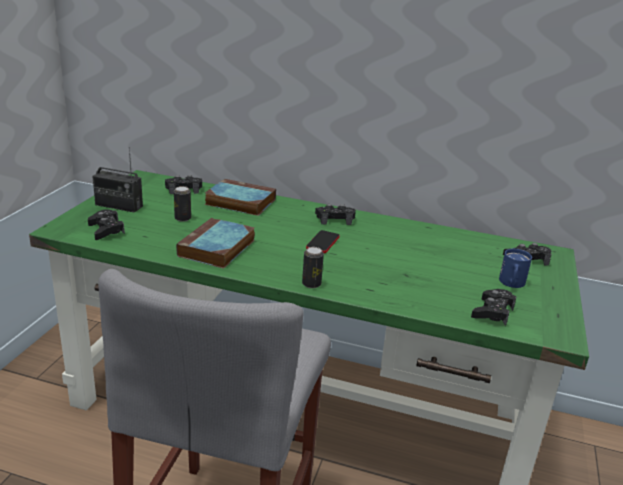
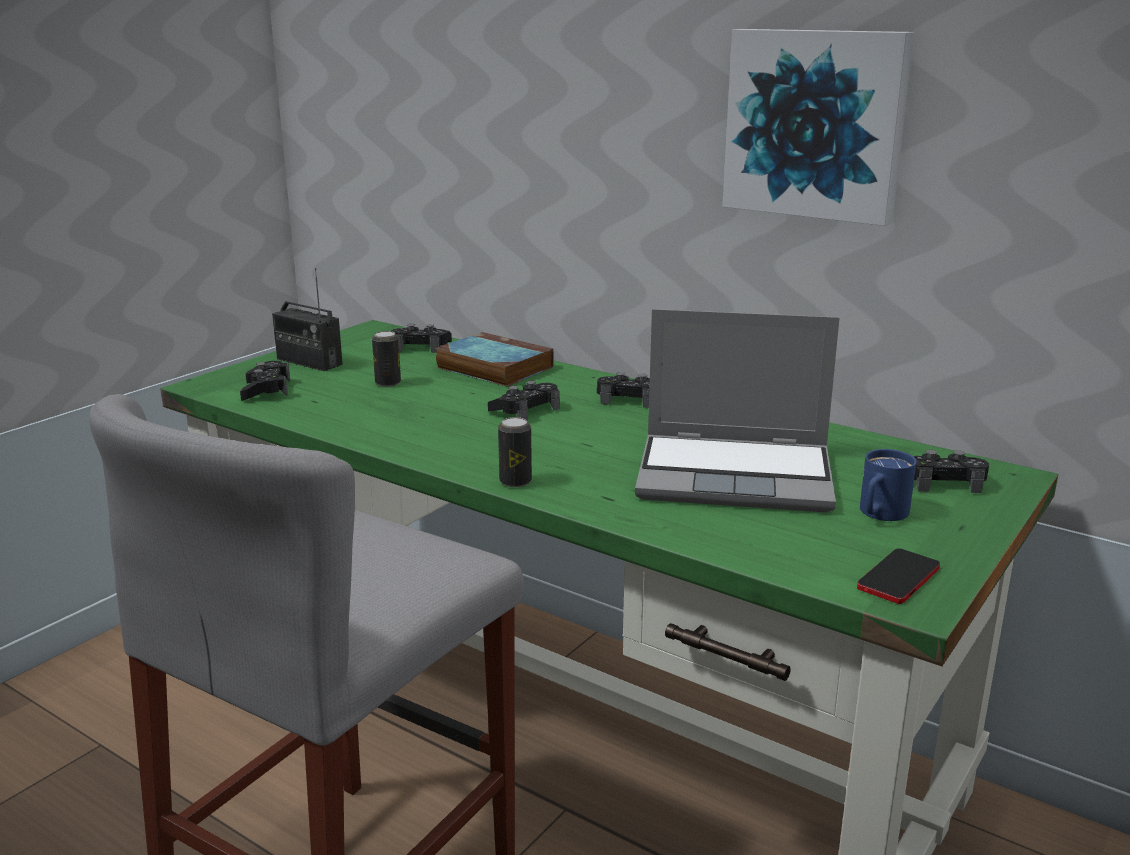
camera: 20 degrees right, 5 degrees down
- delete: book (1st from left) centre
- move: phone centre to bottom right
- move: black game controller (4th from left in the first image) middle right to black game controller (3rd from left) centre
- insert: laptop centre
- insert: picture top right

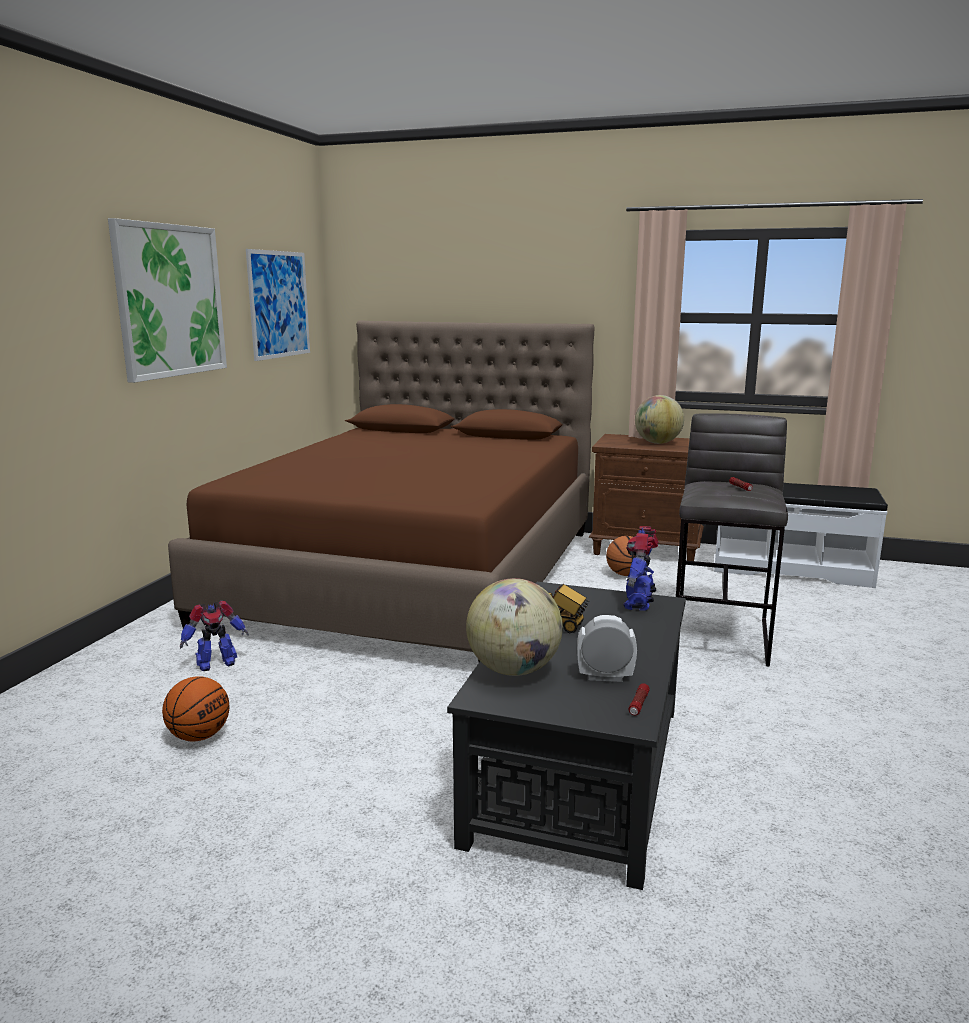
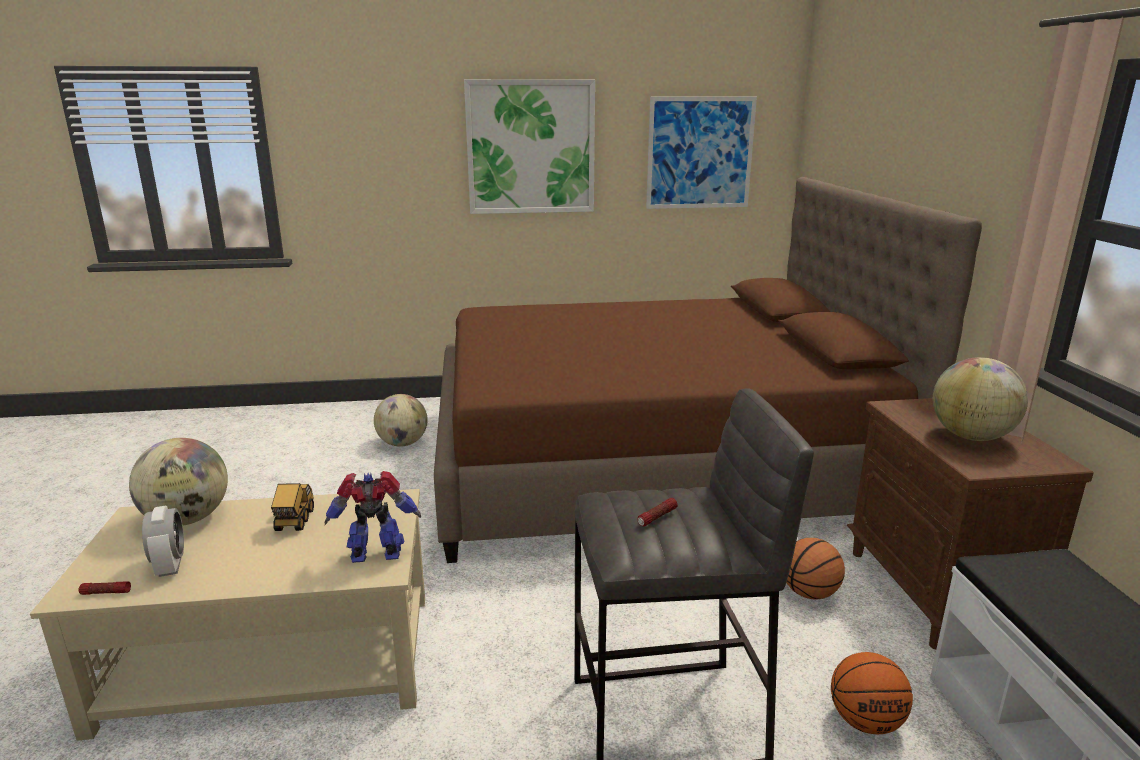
camera: 65 degrees right, 5 degrees up
- move: basketball (1st from left in the first image) bottom left to basketball (2nd from left) bottom right
- replace: toy robot (1st from left) middle left to globe (2nd from left) centre
- recolor: black coffee table bottom centre to beige coffee table bottom left

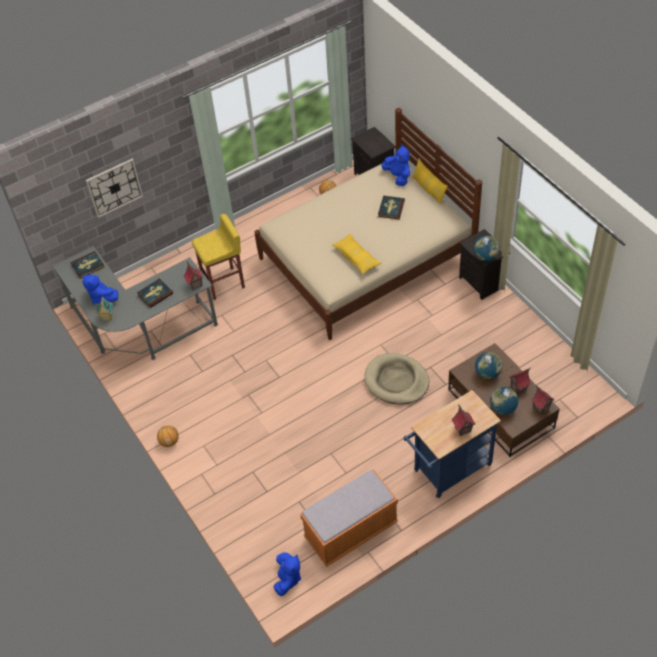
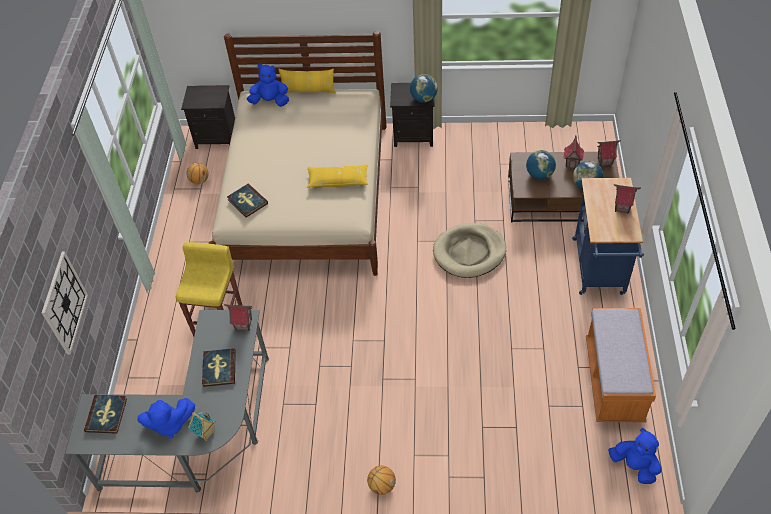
camera: 55 degrees left, 0 degrees up
- move: book (3rd from left) top centre to middle left

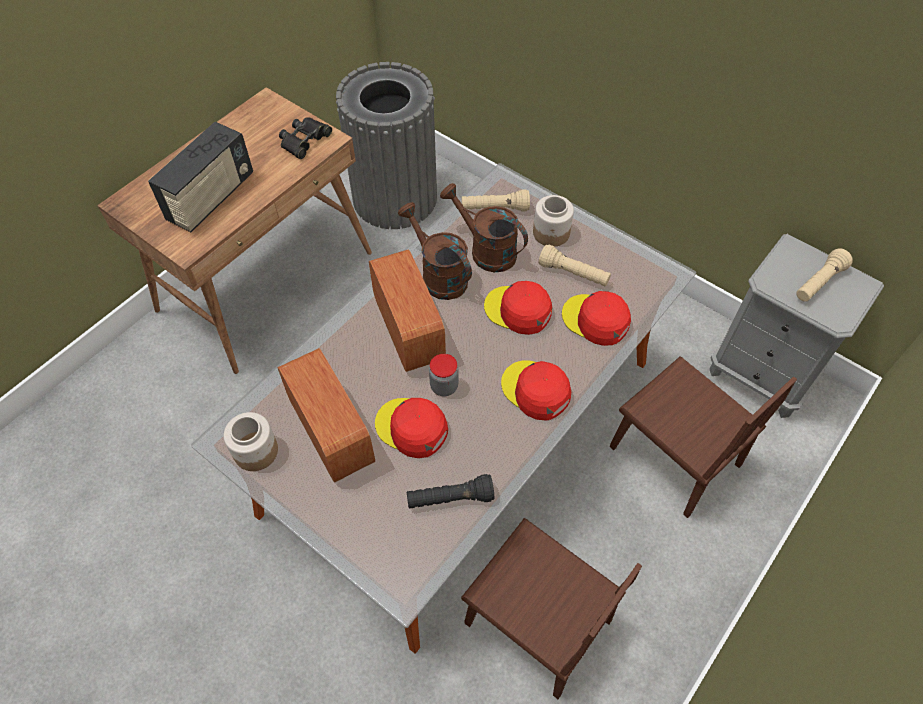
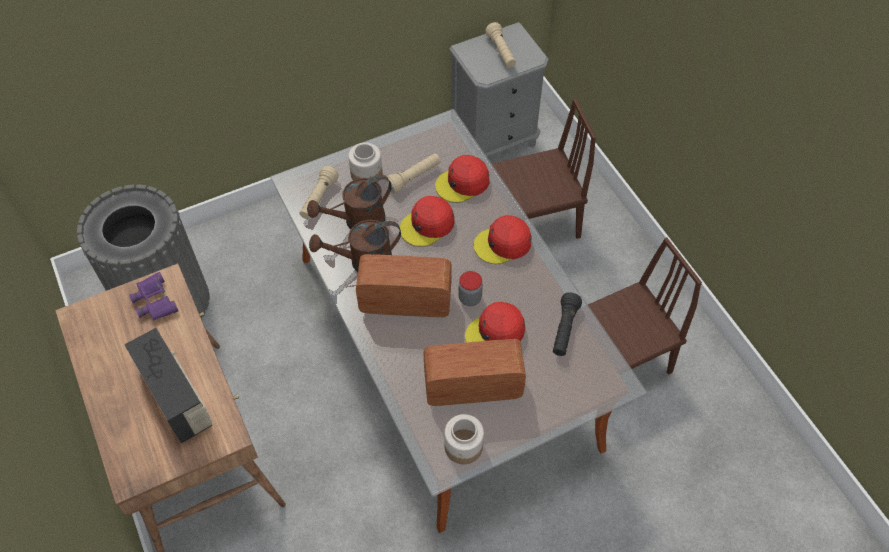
camera: 65 degrees left, 0 degrees up
- recolor: black binoculars top left to purple binoculars middle left

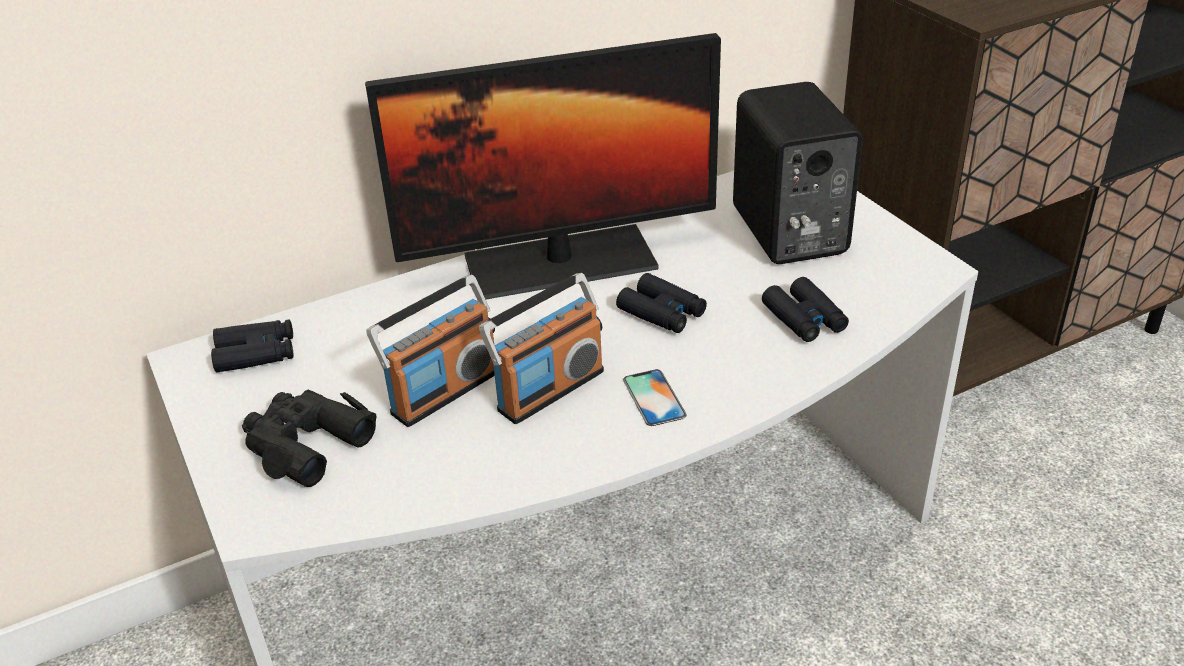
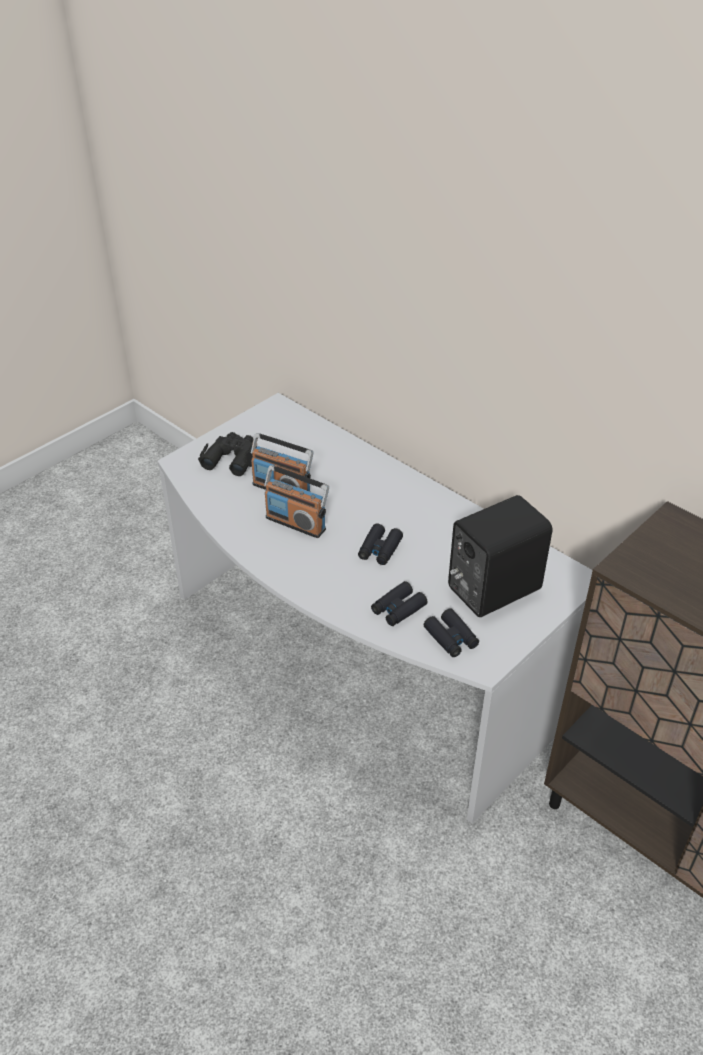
camera: 70 degrees right, 5 degrees up
- move: black binoculars (1st from left in the first image) middle left to black binoculars (4th from left) centre
- delete: monitor top centre
- delete: phone centre

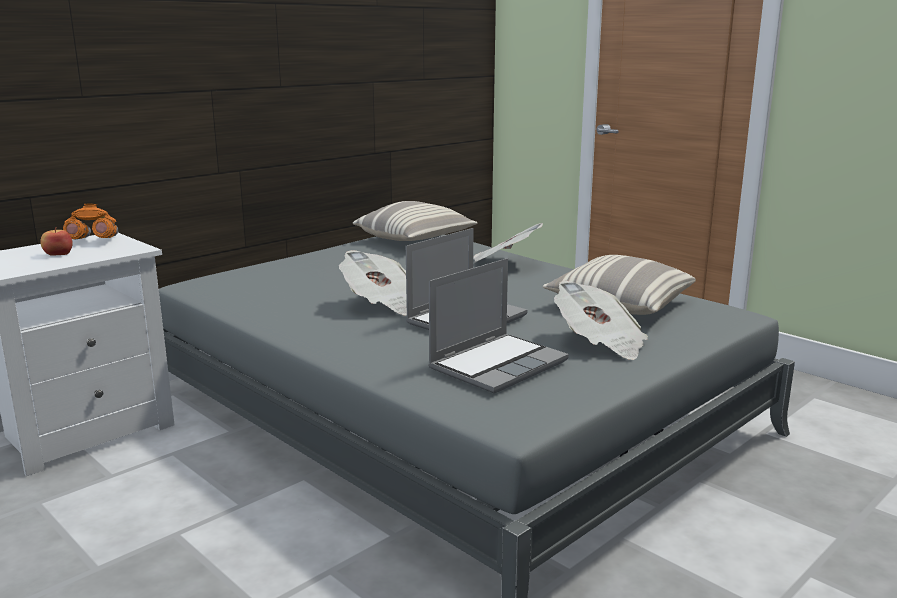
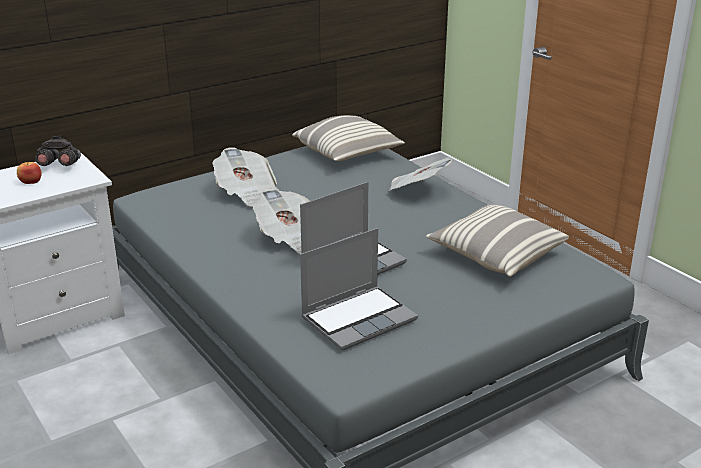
camera: 10 degrees right, 10 degrees up
- recolor: orange binoculars middle left to grey binoculars top left
- move: newspaper (3rd from left in the first image) middle right to newspaper (1st from left) centre

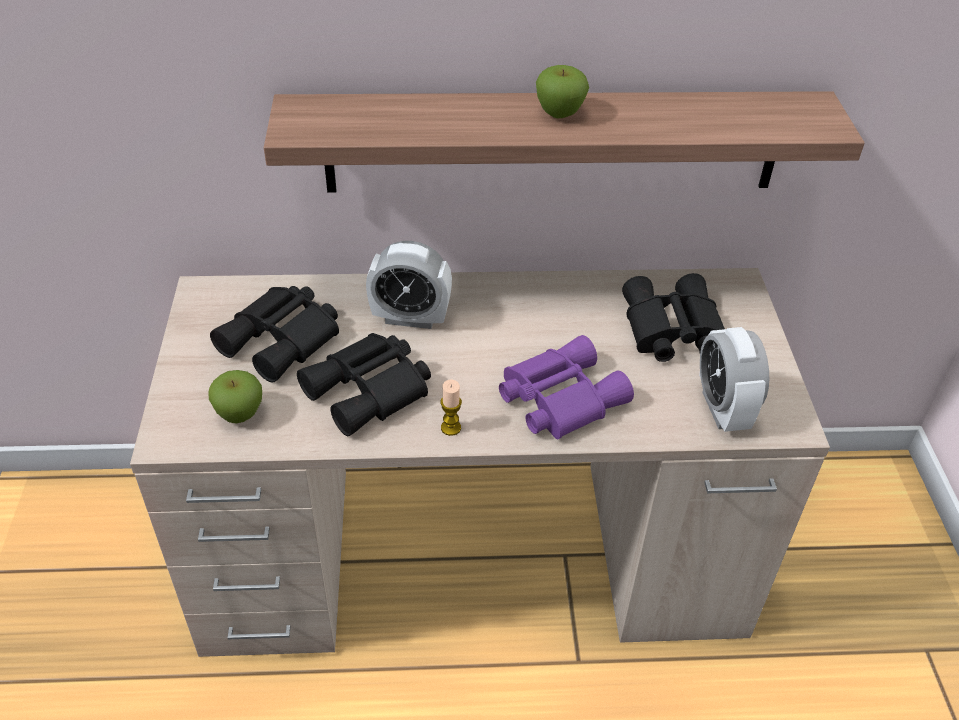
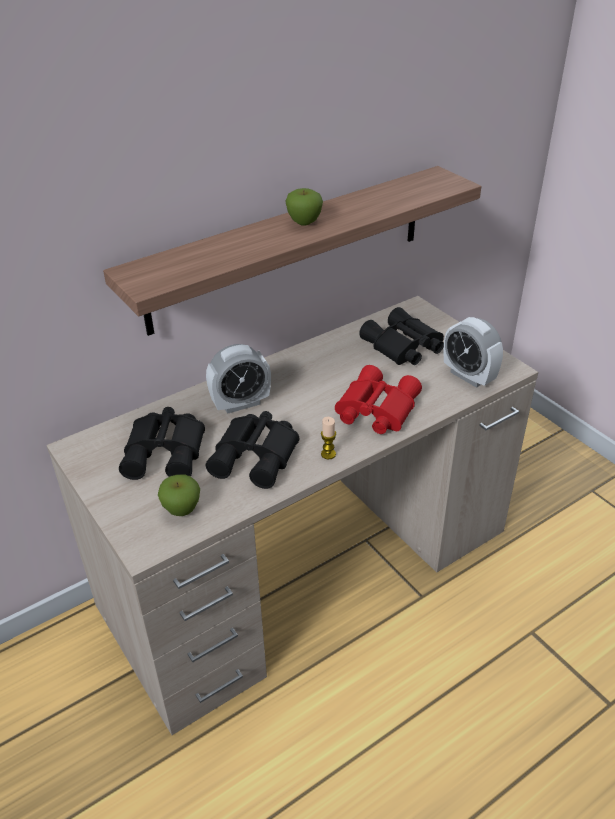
camera: 30 degrees left, 5 degrees down
- recolor: purple binoculars centre to red binoculars centre

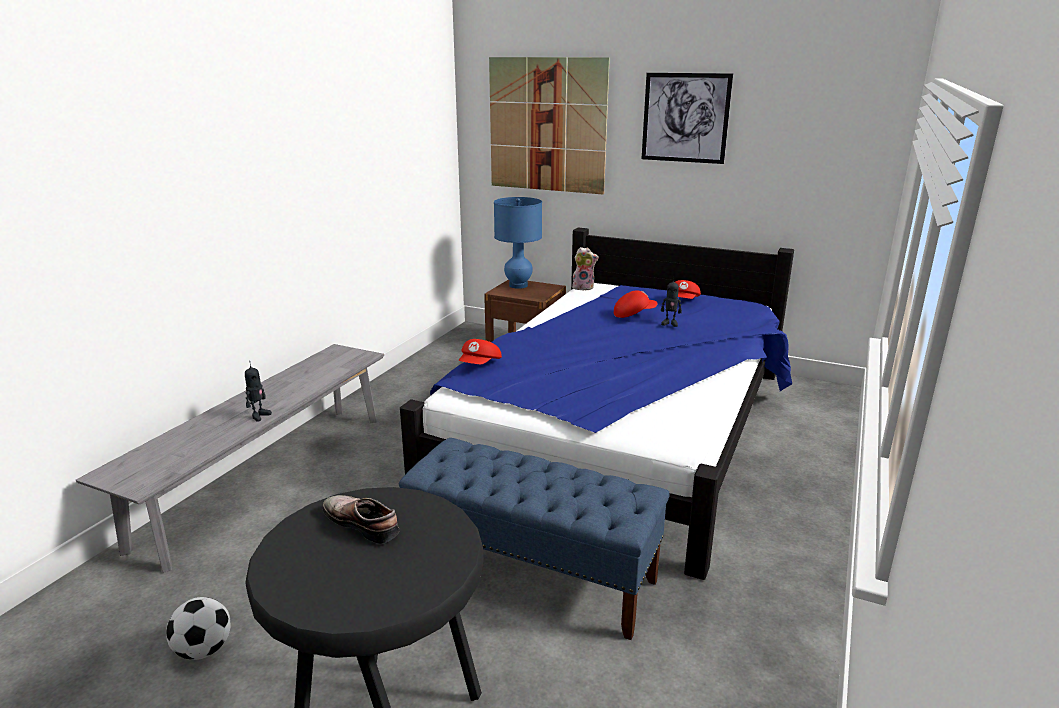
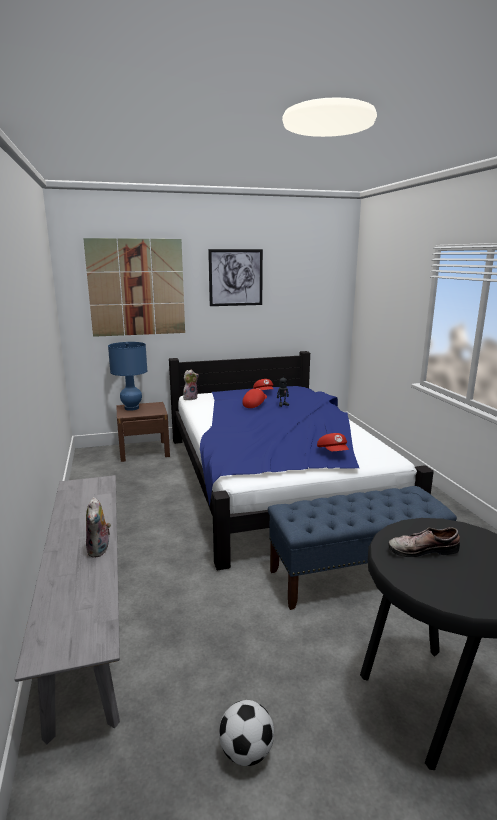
camera: 40 degrees left, 5 degrees down
- replace: toy robot (1st from left) middle left to plush toy (1st from left) middle left
- move: red cap (1st from left in the first image) centre to red cap (3rd from left) middle right

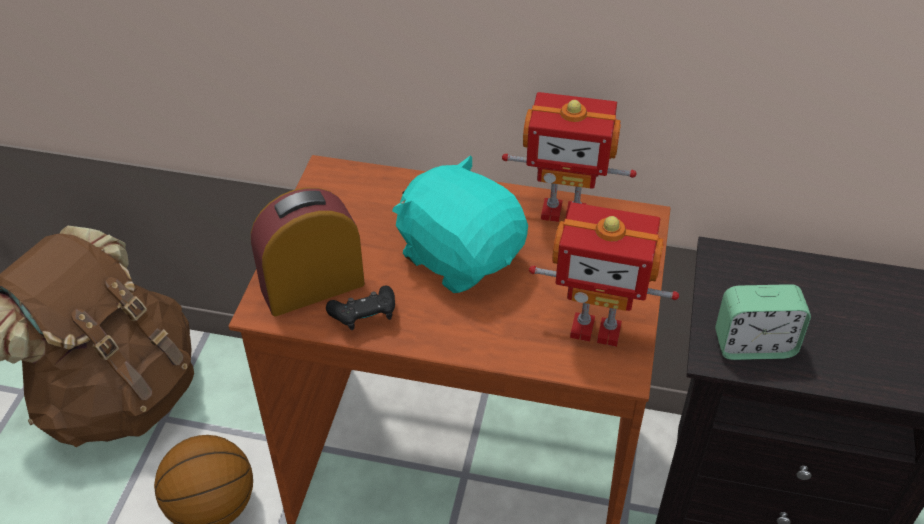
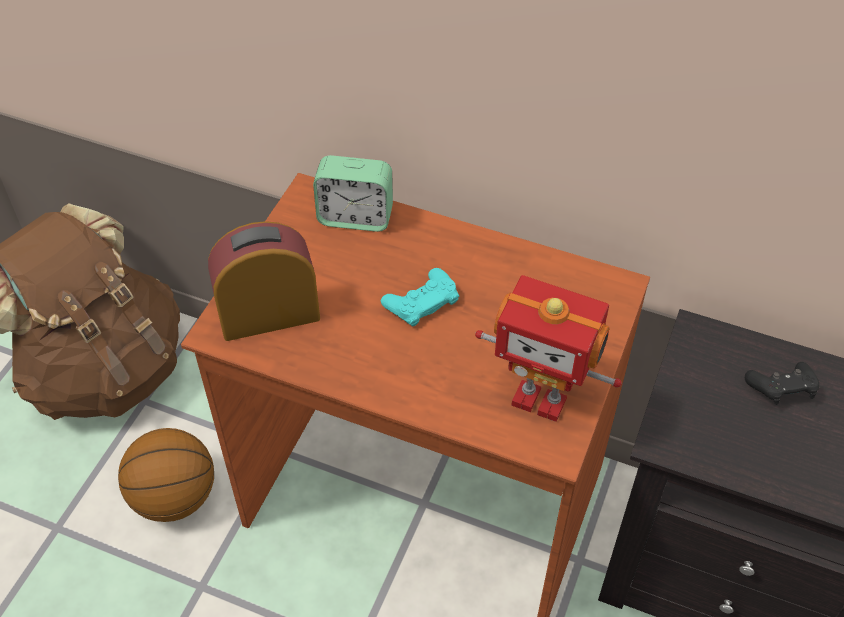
camera: 10 degrees right, 5 degrees up
- move: black game controller centre to middle right
- replace: turquoise plush toy centre to turquoise game controller centre
- delete: toy robot (1st from left) top centre
- move: alarm clock (2nd from left) middle right to top centre

